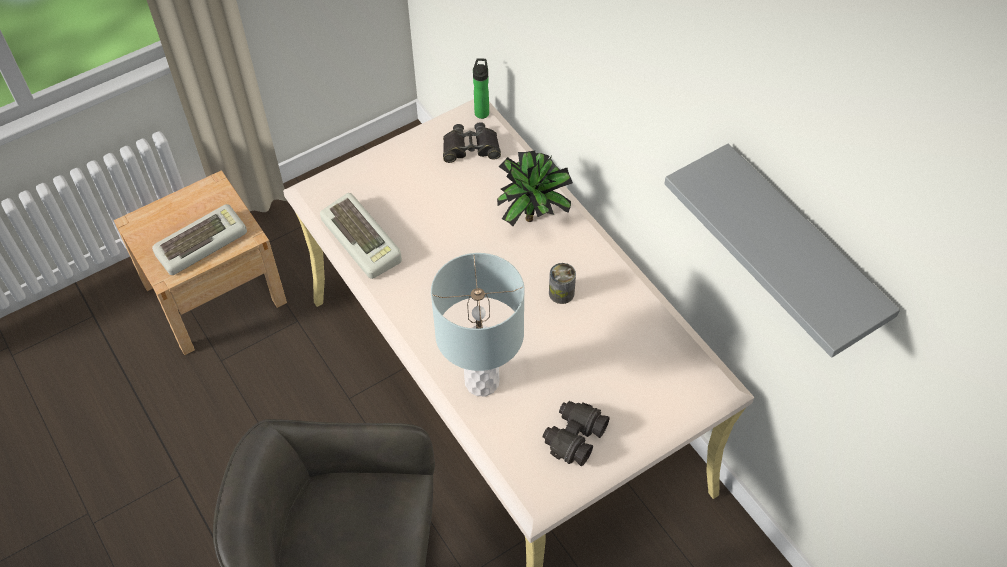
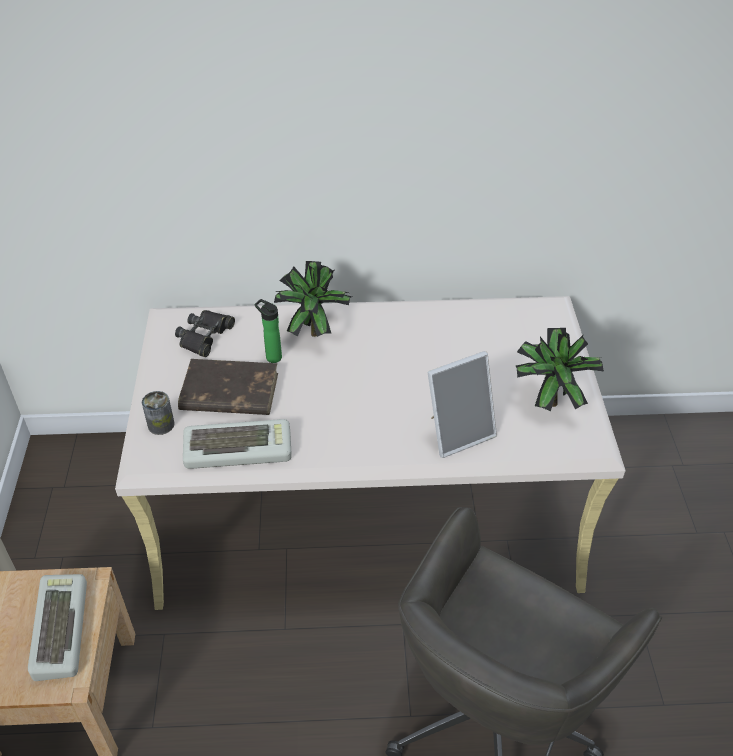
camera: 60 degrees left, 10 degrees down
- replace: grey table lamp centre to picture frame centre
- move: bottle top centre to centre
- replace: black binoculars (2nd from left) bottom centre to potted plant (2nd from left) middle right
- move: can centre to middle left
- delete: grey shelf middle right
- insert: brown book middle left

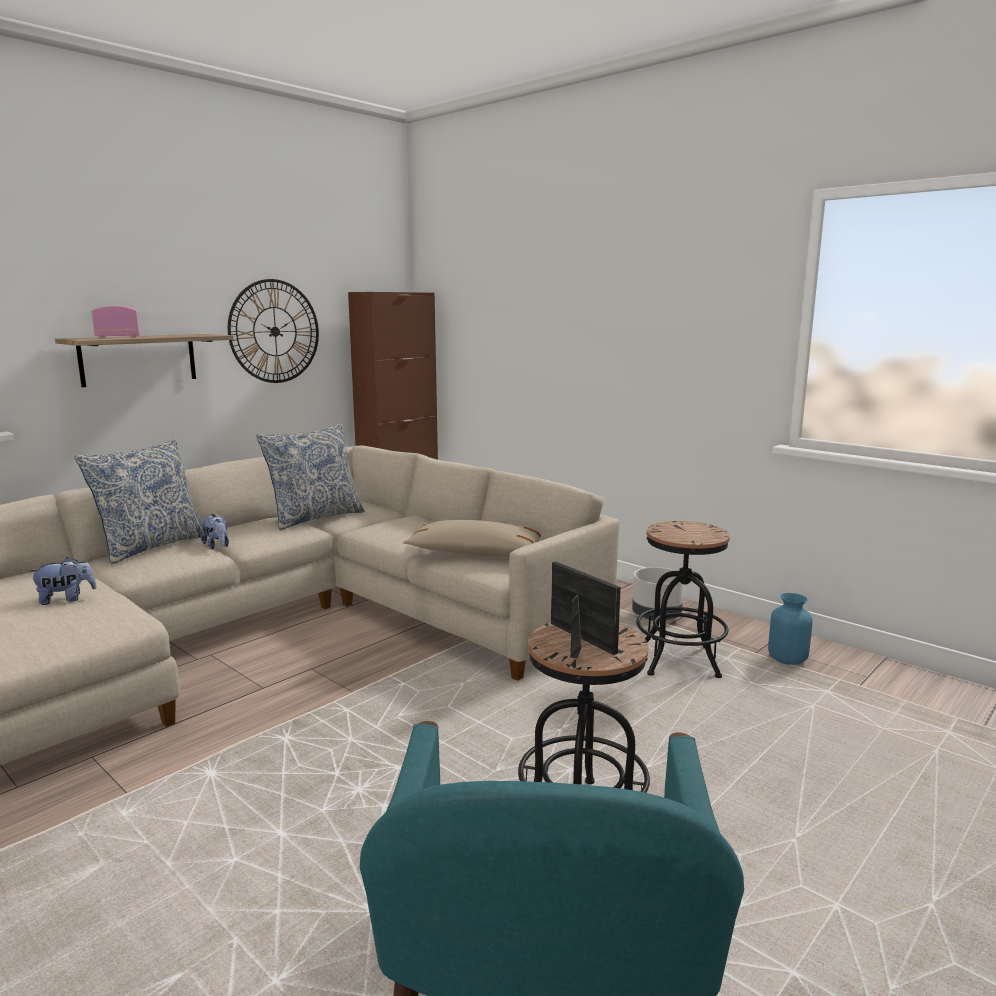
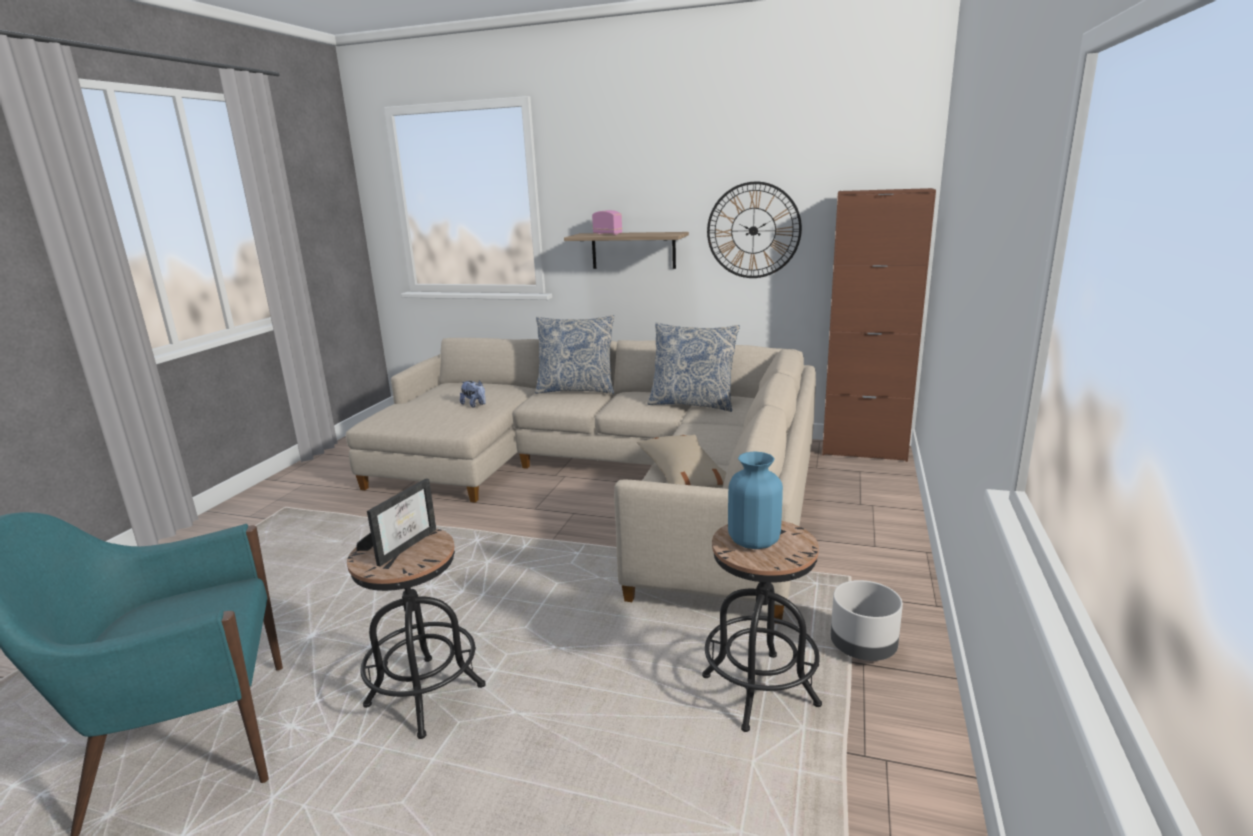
camera: 65 degrees right, 5 degrees up
- delete: plush toy (2nd from left) middle left
- move: blue vase middle right to centre

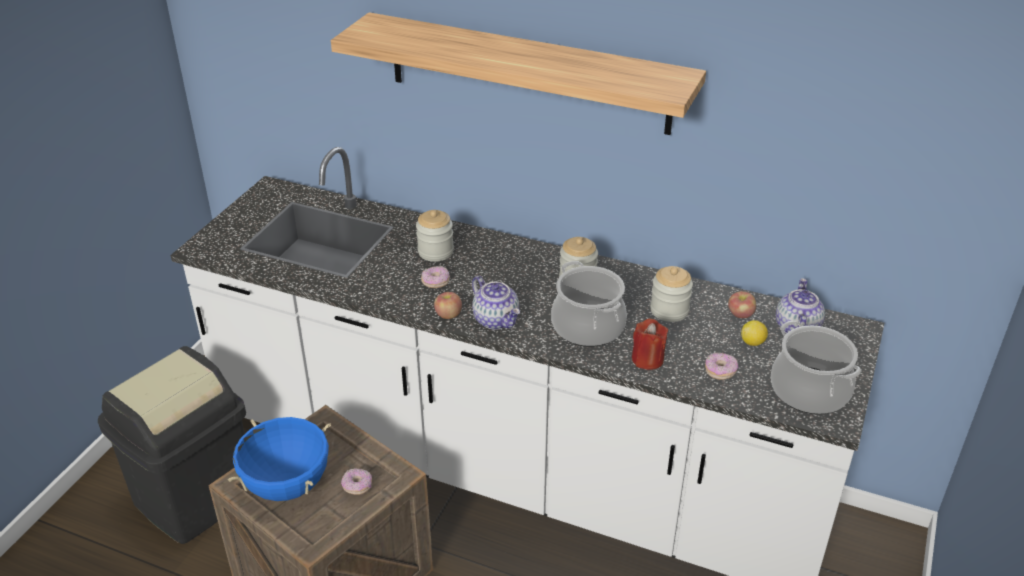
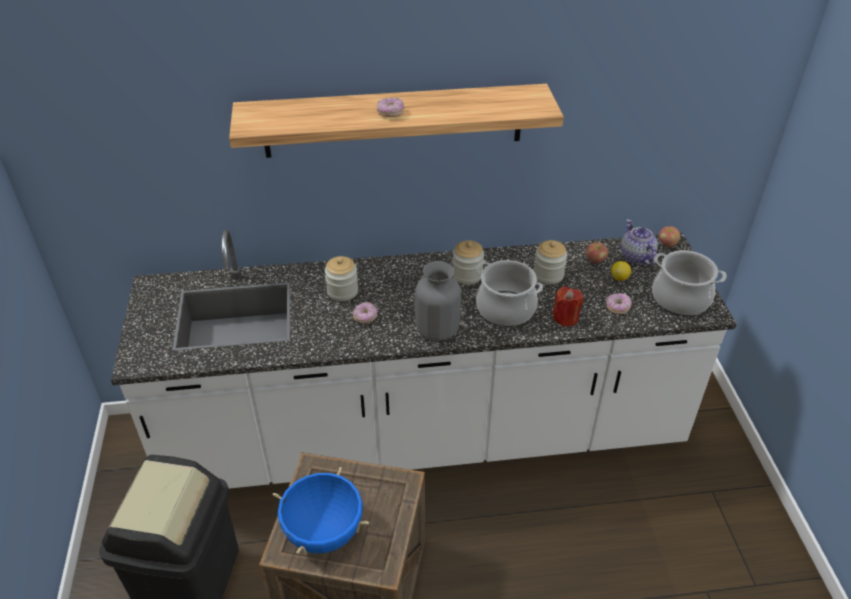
camera: 30 degrees left, 5 degrees up
- move: donut (1st from left in the first image) bottom centre to donut (2nd from left) top centre
- move: apple (1st from left in the first image) centre to apple (2nd from left) middle right
- replace: teapot (1st from left) centre to grey vase centre

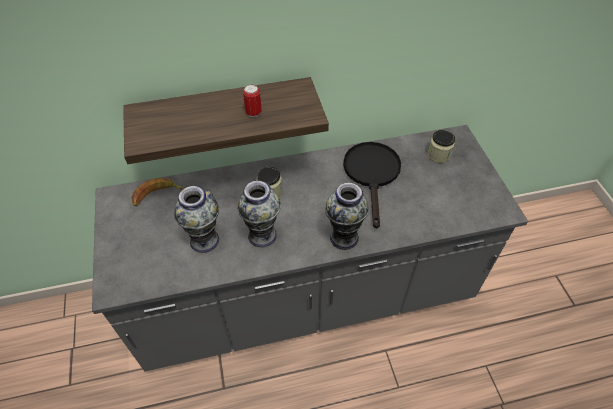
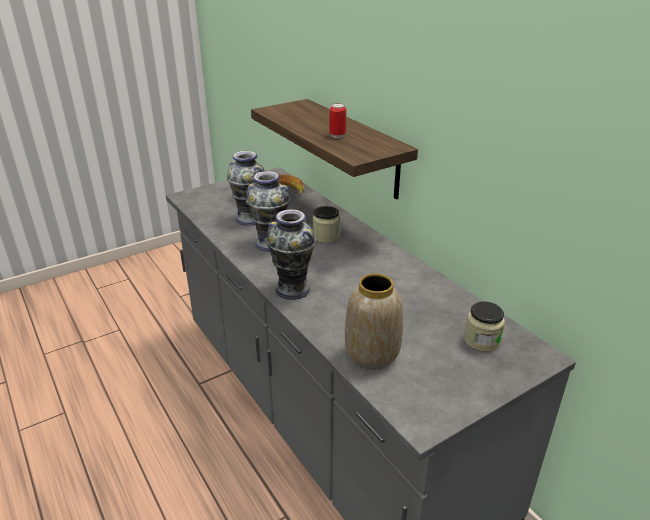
camera: 70 degrees right, 20 degrees down
- delete: black frying pan centre
- insert: vase (4th from left) centre

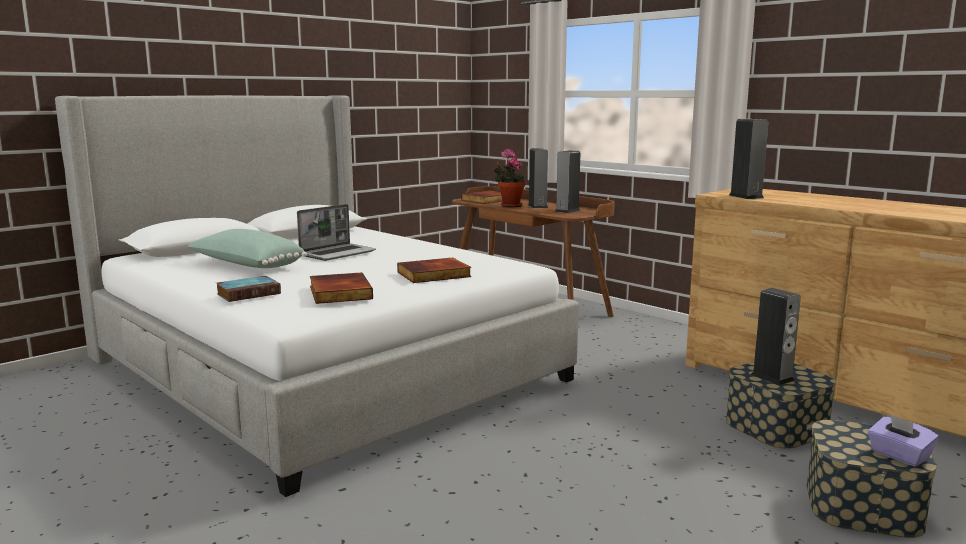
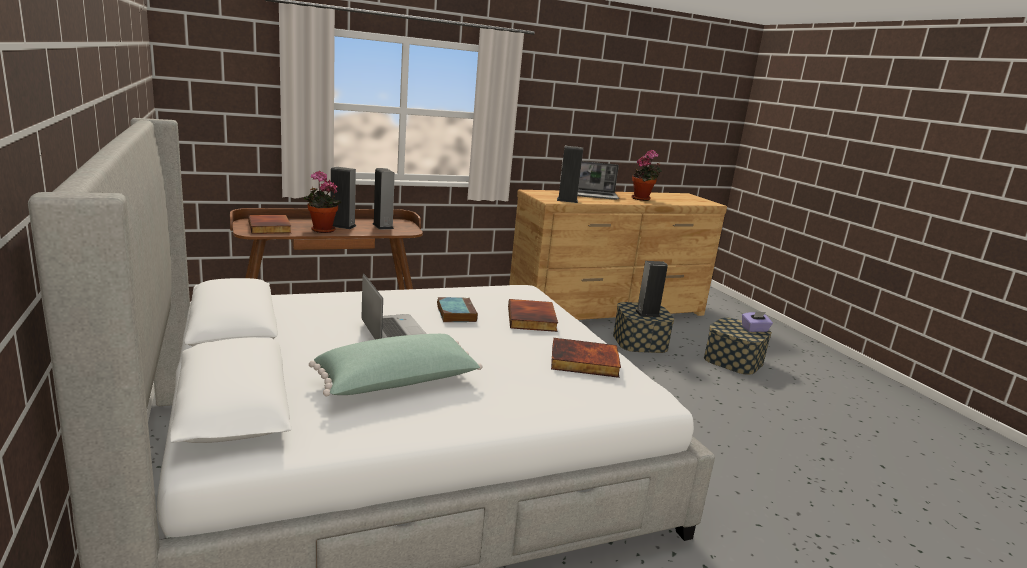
camera: 70 degrees left, 5 degrees up
- move: book (1st from left in the first image) middle left to book (2nd from left) centre
- insert: laptop (2nd from left) top centre
- insert: potted plant (2nd from left) top centre

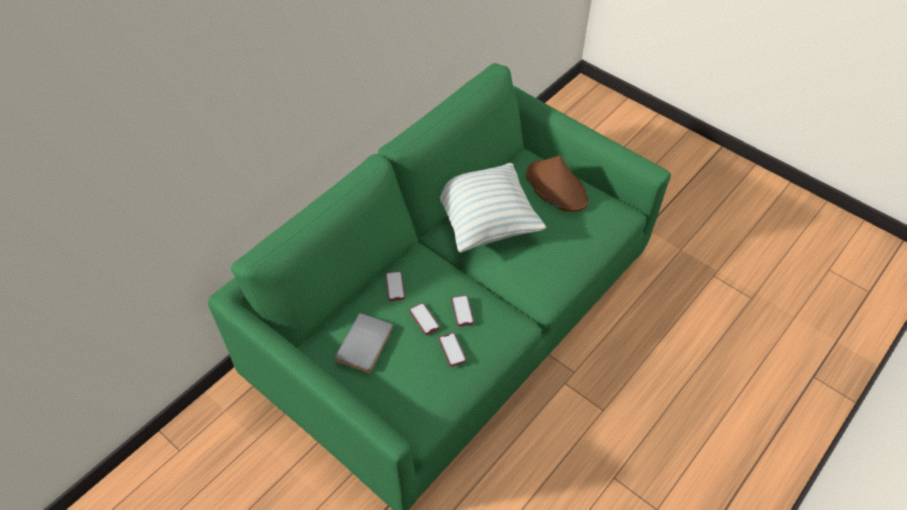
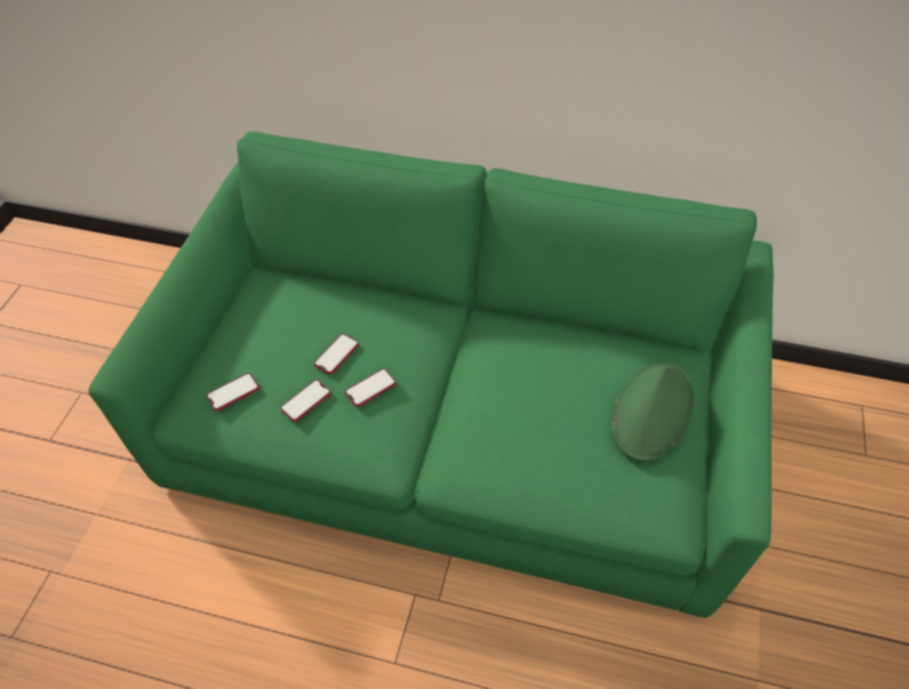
camera: 65 degrees right, 0 degrees up
- delete: grey book bottom centre
- move: phone (1st from left) centre to middle left
- delete: pillow centre
- recolor: brown hat centre to green hat middle right

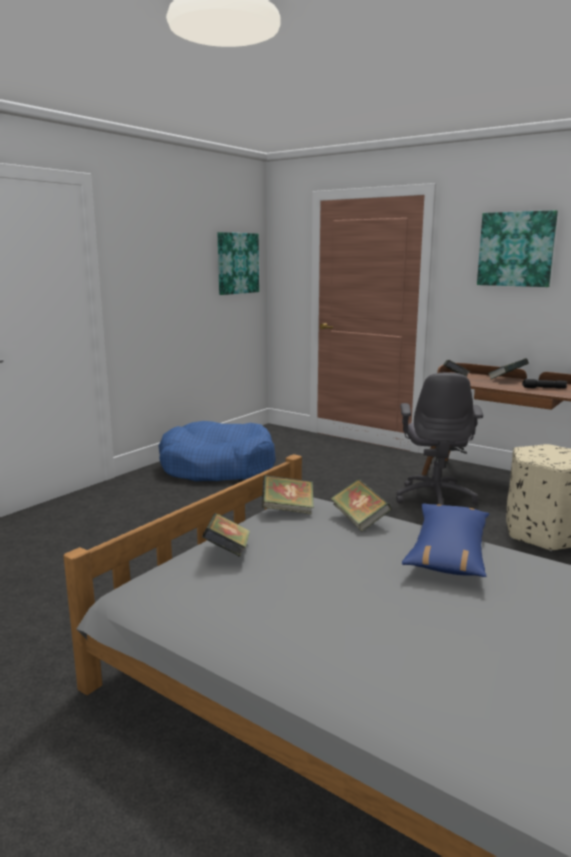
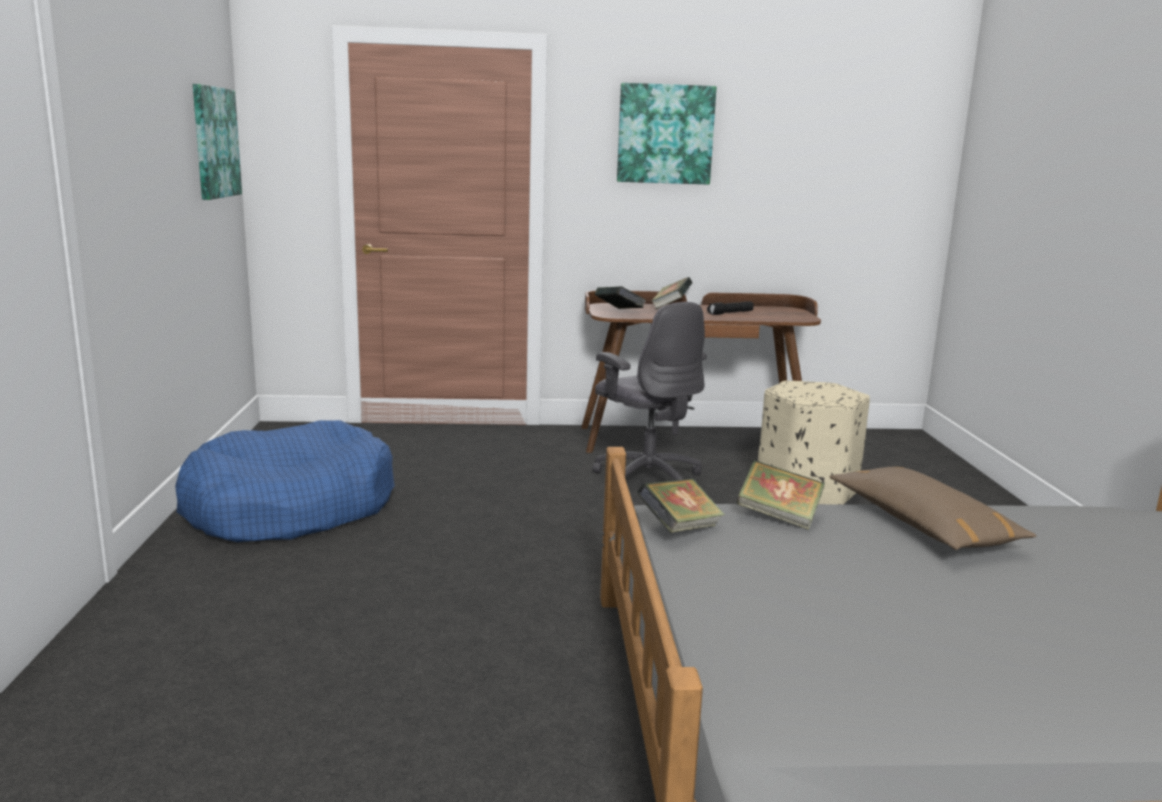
camera: 40 degrees left, 0 degrees up
- delete: book (1st from left) centre
- recolor: blue pillow middle right to brown pillow middle right

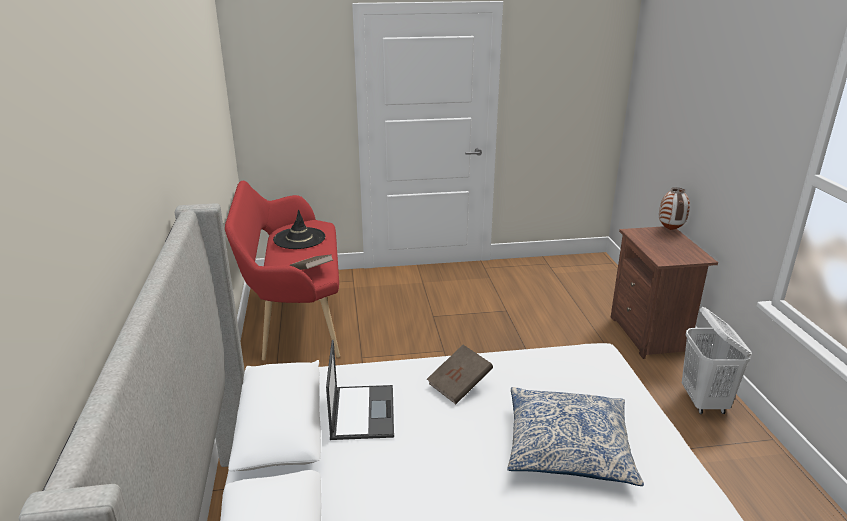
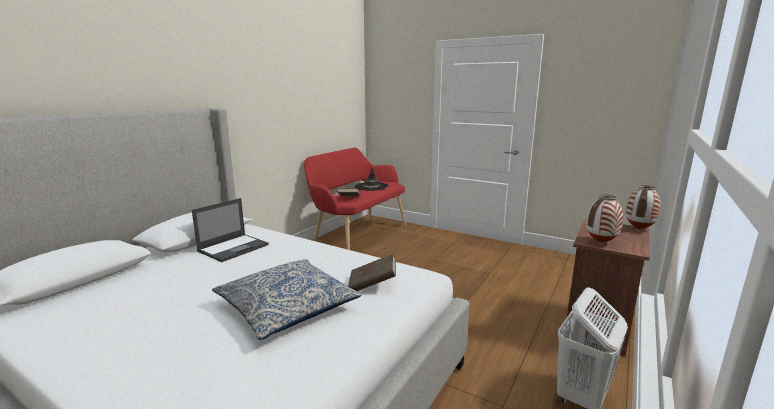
camera: 40 degrees right, 10 degrees down
- move: brown book (2nd from left) bottom centre to centre
- insert: vase (1st from left) middle right

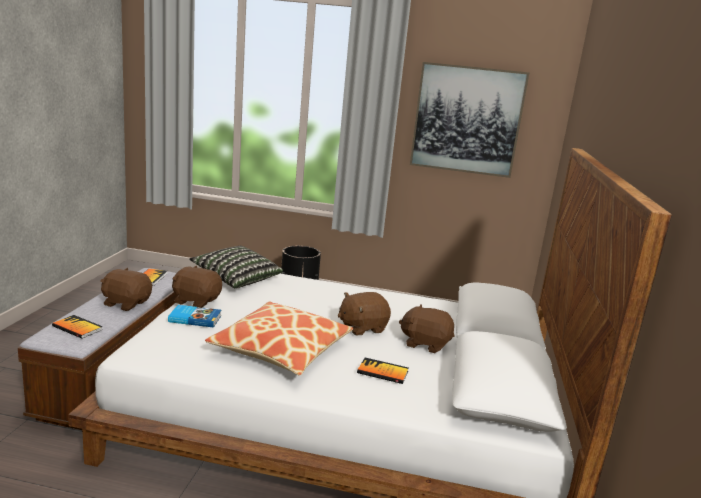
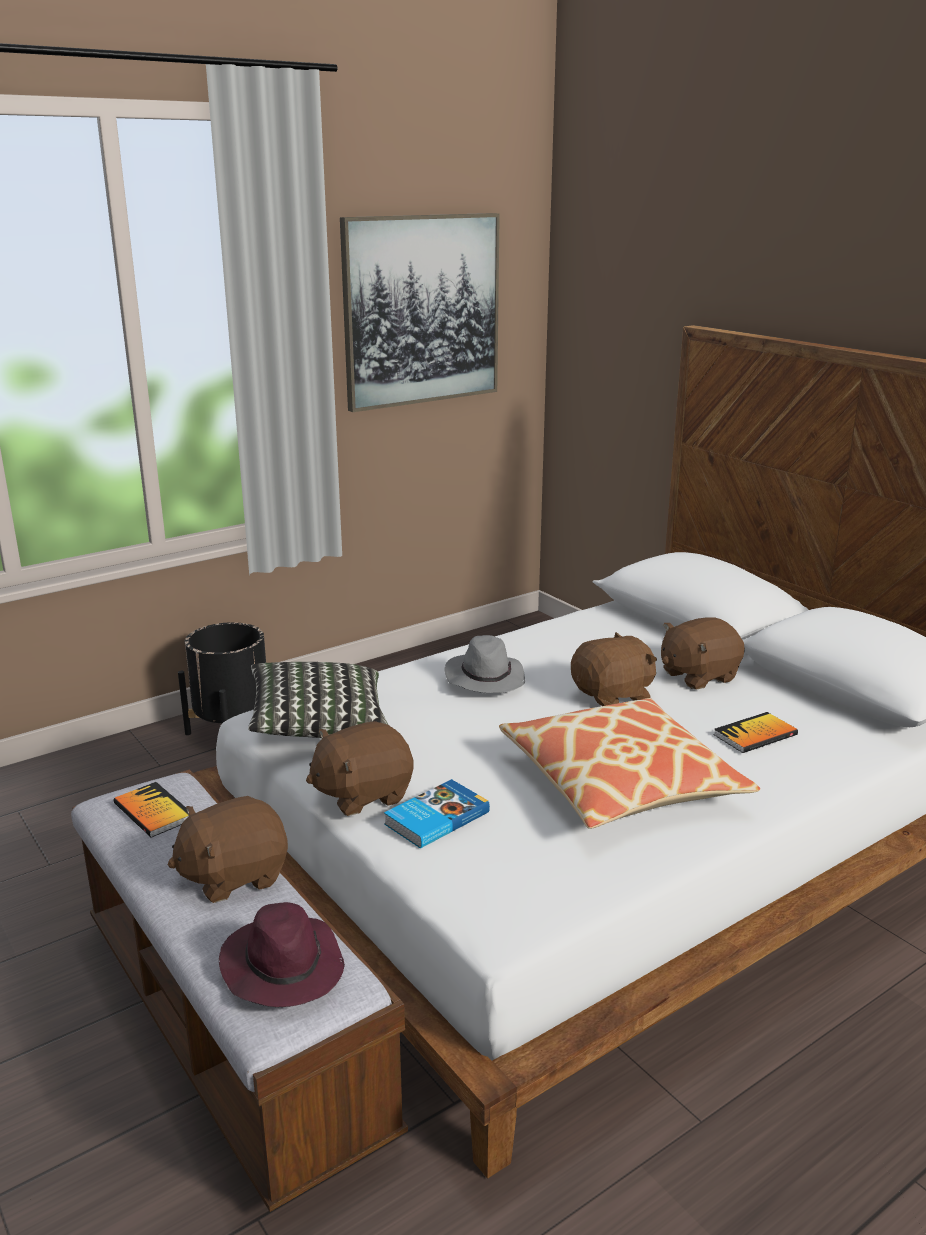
camera: 45 degrees left, 5 degrees up
- replace: book (1st from left) middle left to purple hat bottom left
- rotate: brown plush toy (3rd from left) centre = centre 135 degrees counterclockwise
- insert: grey hat centre

